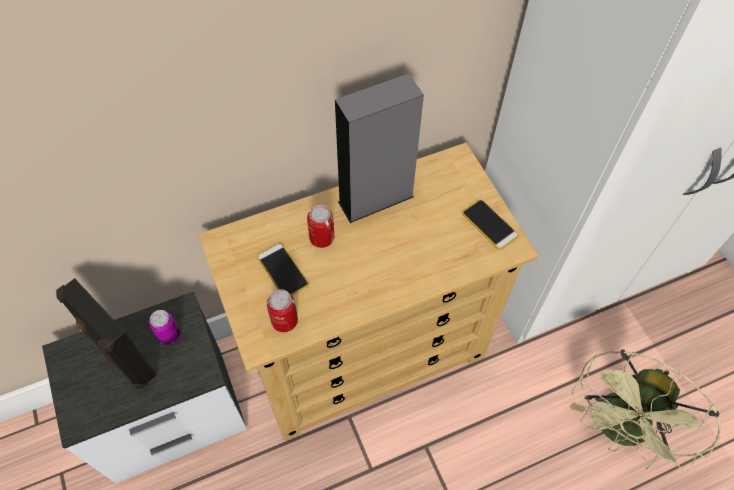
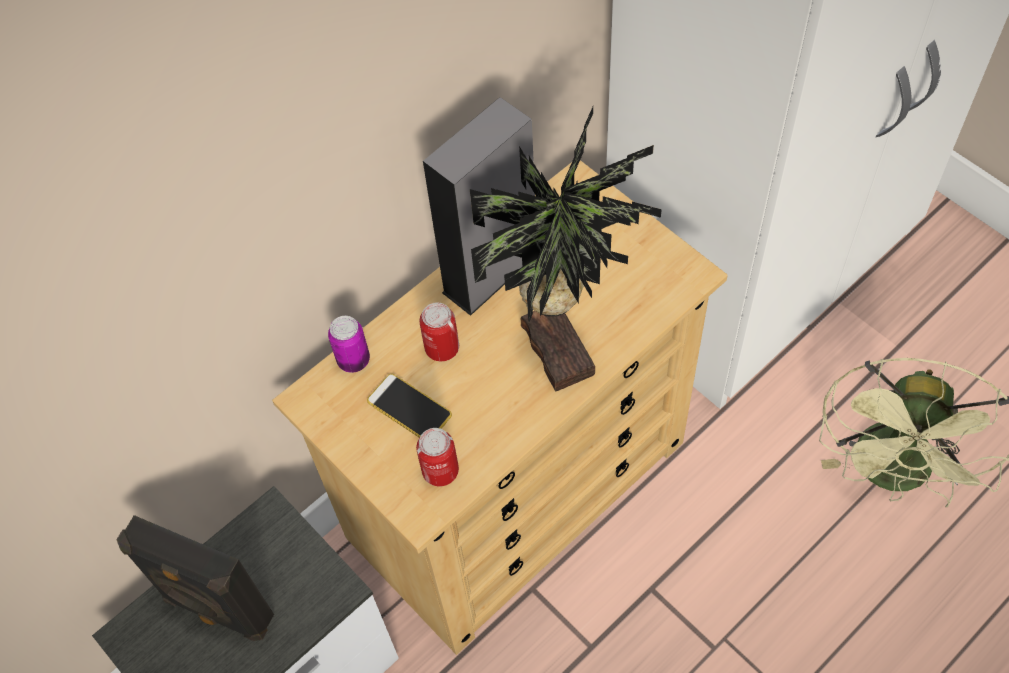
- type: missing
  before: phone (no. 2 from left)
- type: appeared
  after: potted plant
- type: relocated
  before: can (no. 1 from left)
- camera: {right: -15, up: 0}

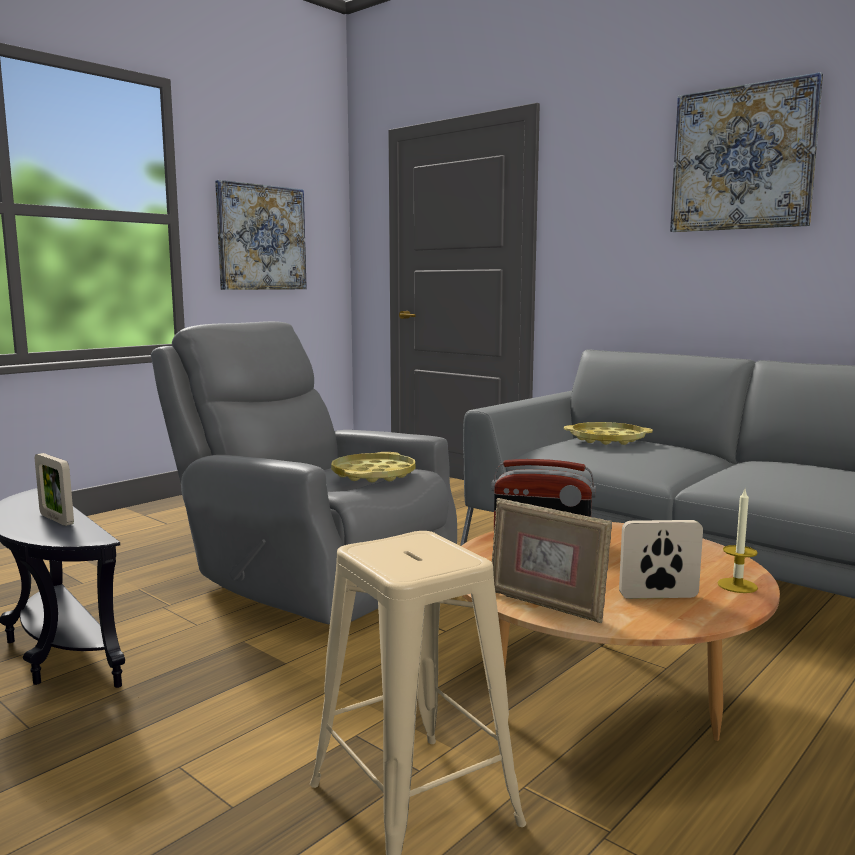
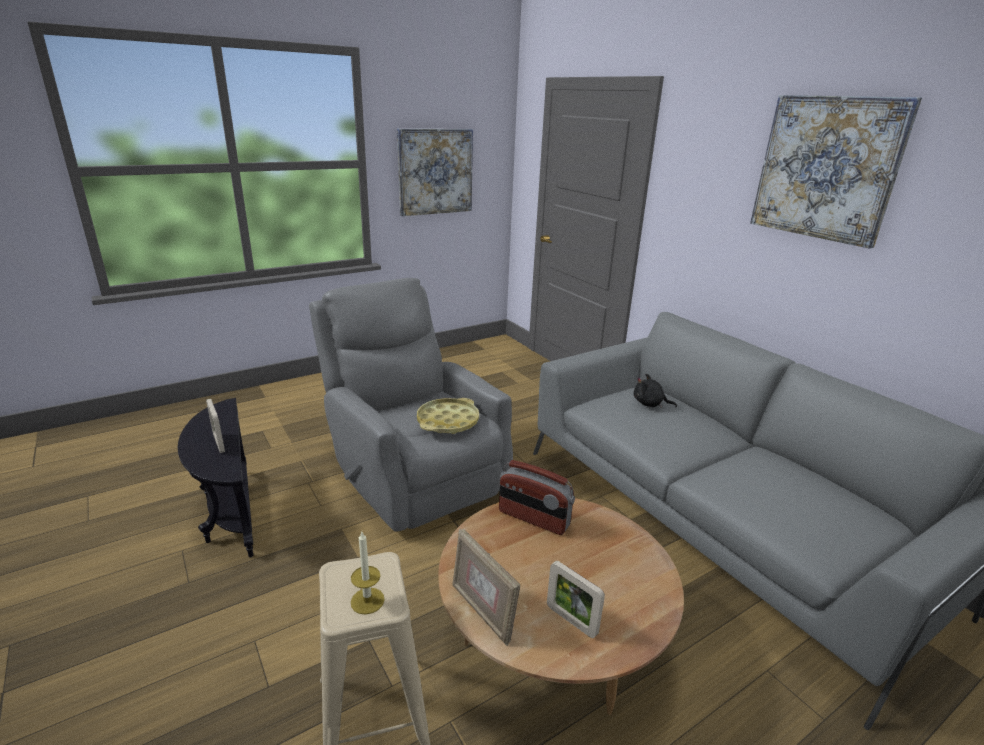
- type: relocated
  before: candle
- type: exchanged
  before: tray/yellow (no. 2 from left)
  after: plush toy/black
- type: spun
  before: picture frame (no. 3 from left)
  turn: -150
- camera: {right: 15, up: 15}

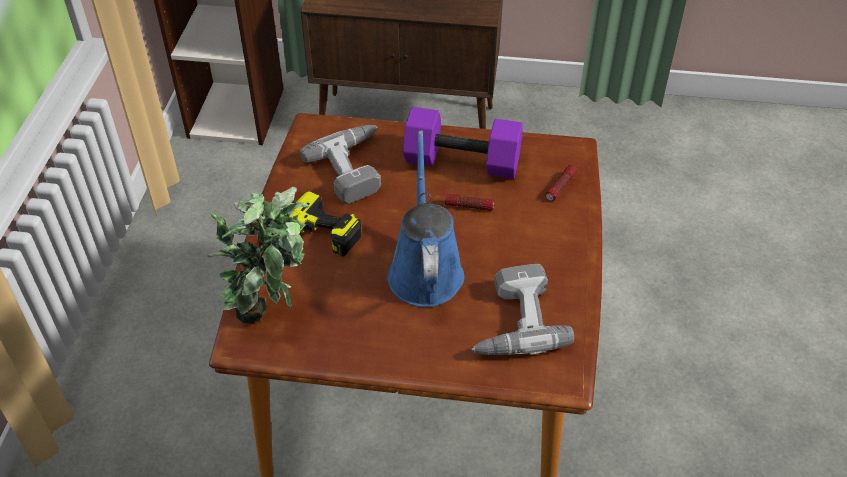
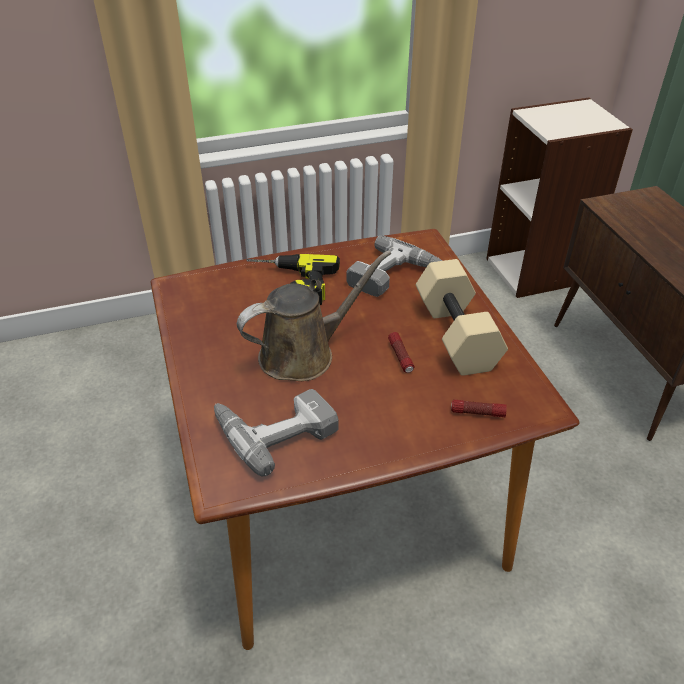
- type: missing
  before: potted plant
- type: colour
  before: watering can/blue
  after: watering can/brown
- type: colour
  before: dumbbell/purple
  after: dumbbell/beige
- camera: {right: 65, up: -5}

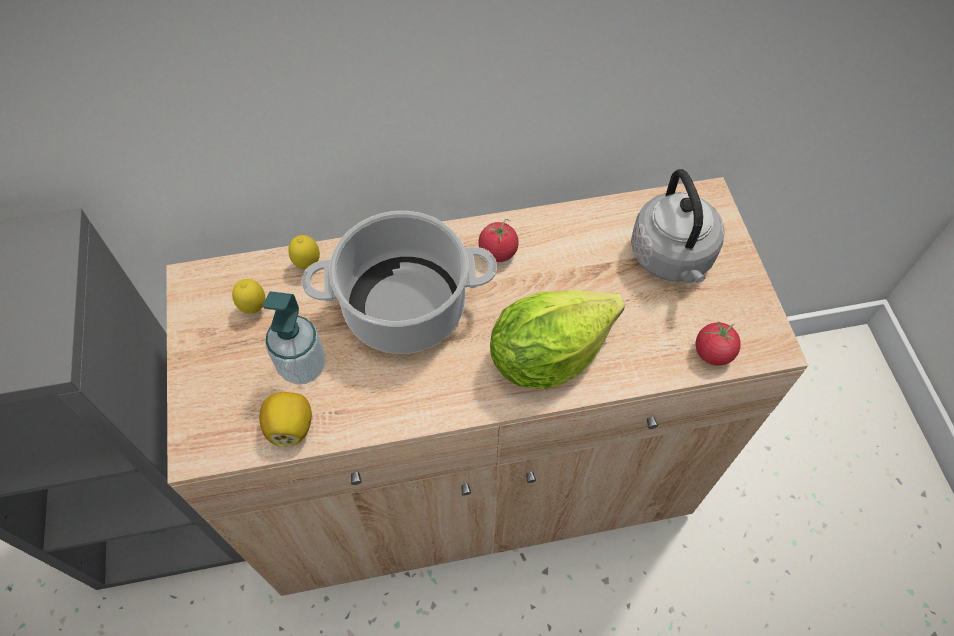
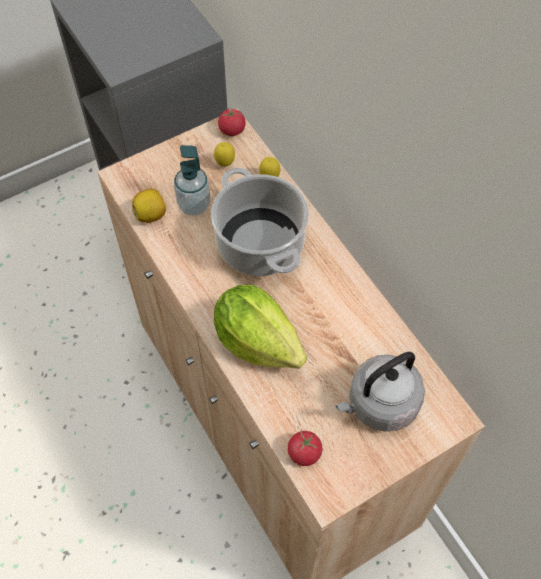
- type: relocated
  before: tomato (no. 1 from left)
- camera: {right: 70, up: 0}

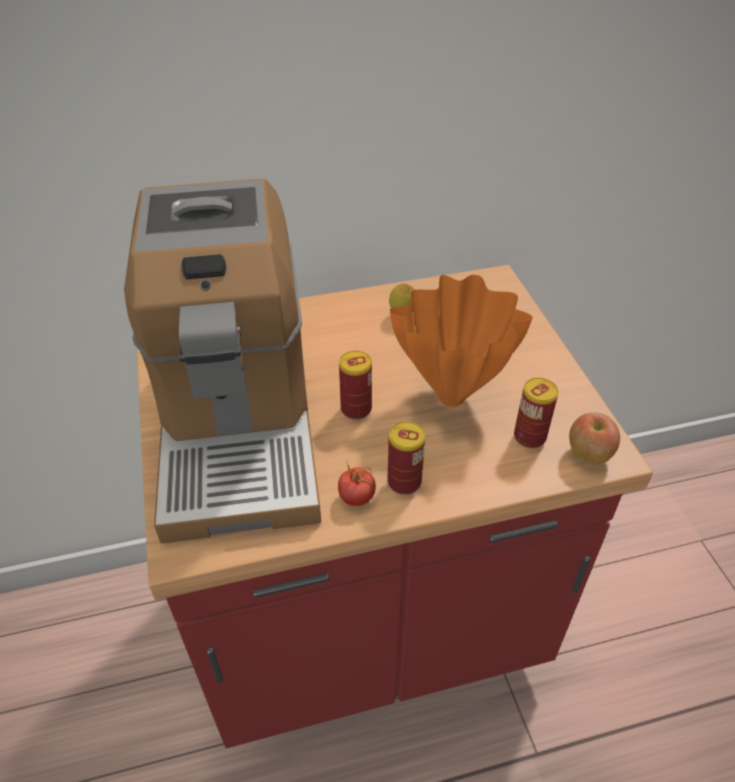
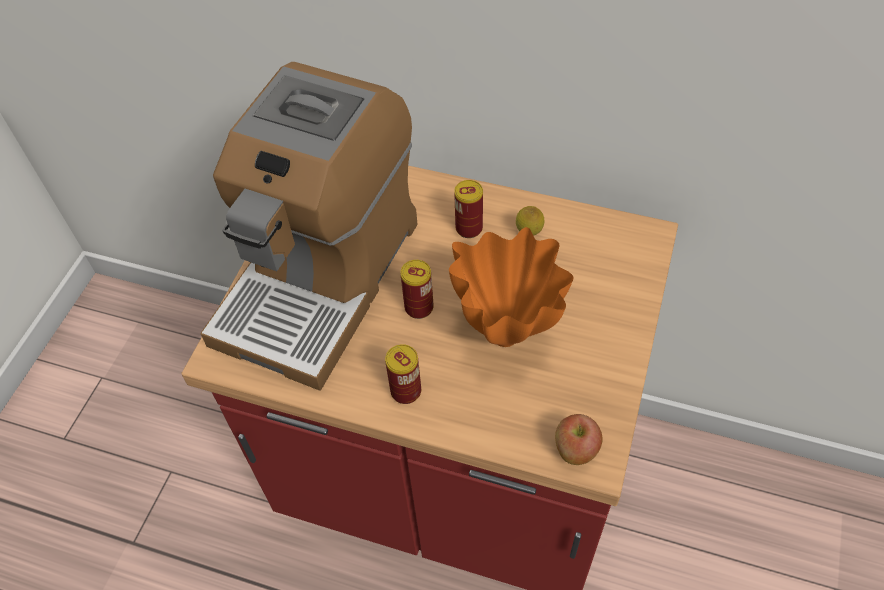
- type: missing
  before: tomato
- type: relocated
  before: can (no. 3 from left)
- camera: {right: 35, up: 10}

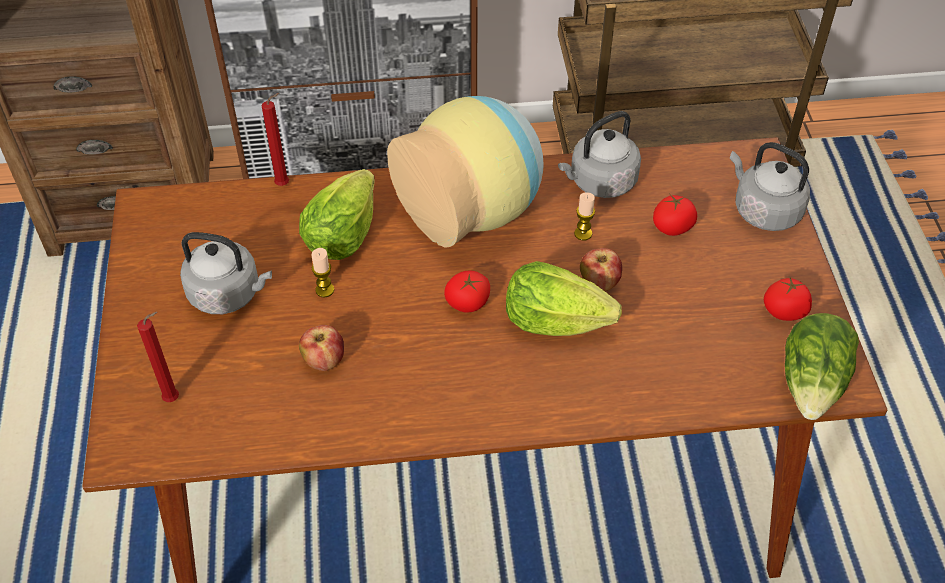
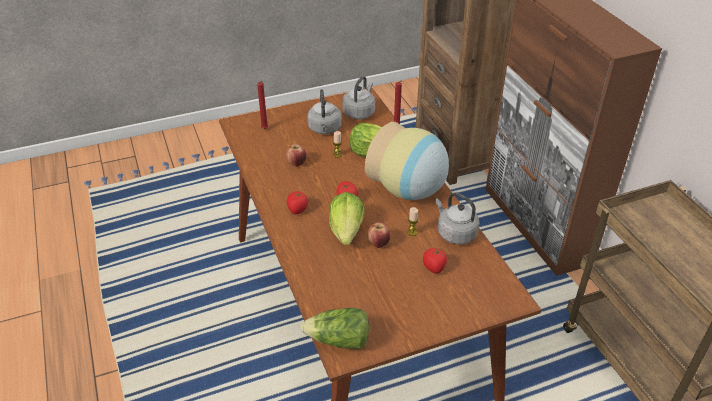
- type: relocated
  before: kettle/grey (no. 3 from left in the first image)
  after: kettle/grey (no. 2 from left)
- type: relocated
  before: tomato (no. 3 from left in the first image)
  after: tomato (no. 1 from left)
- camera: {right: 75, up: -10}

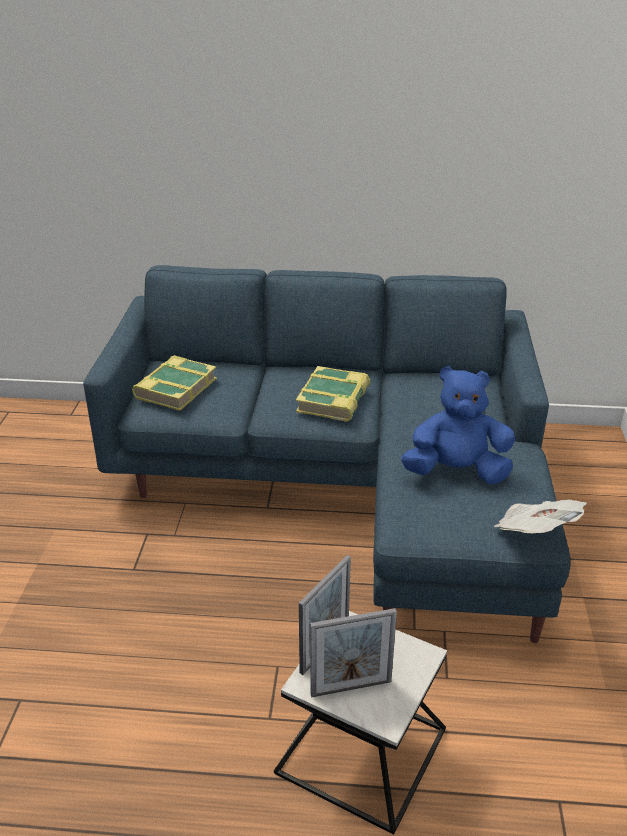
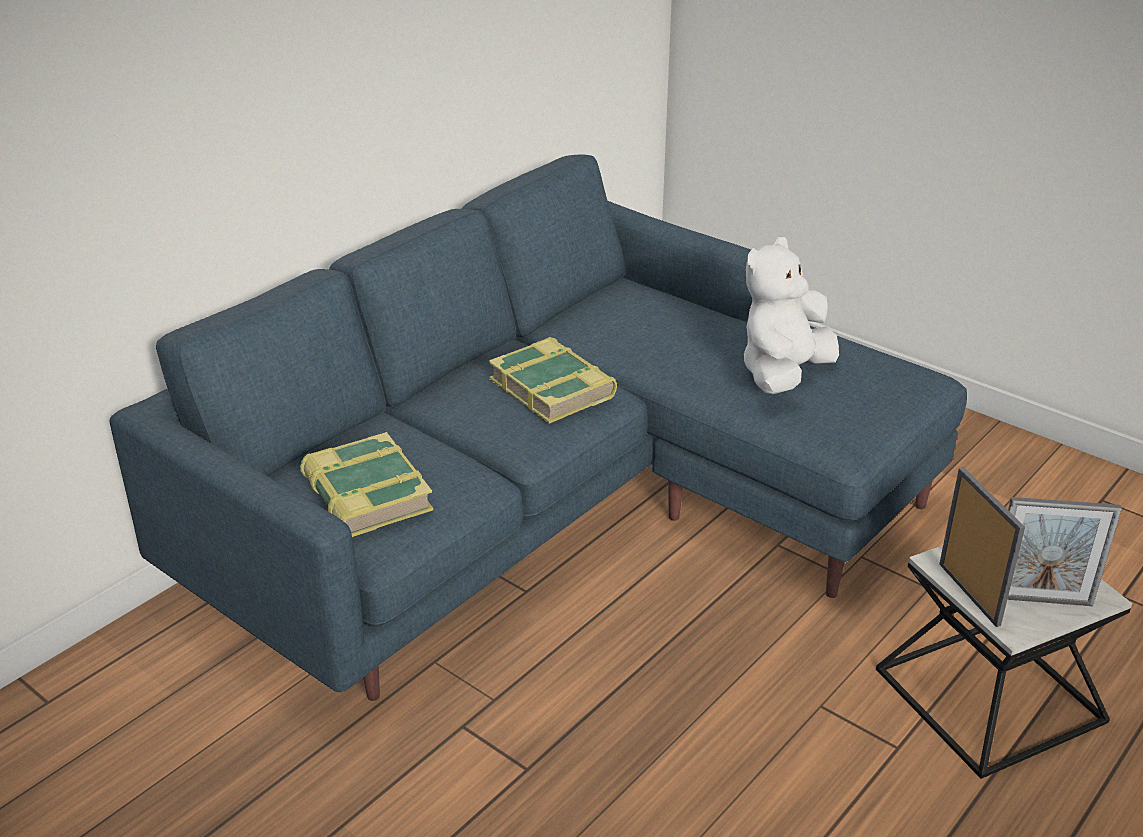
- type: missing
  before: newspaper
- type: colour
  before: plush toy/blue
  after: plush toy/white
- type: spun
  before: picture frame (no. 2 from left)
  turn: 75
- camera: {right: -55, up: 0}

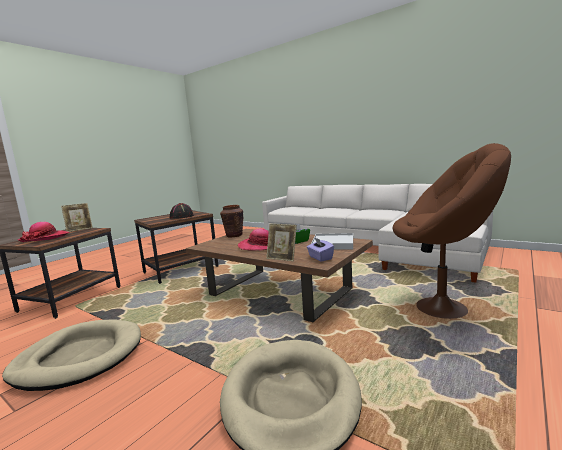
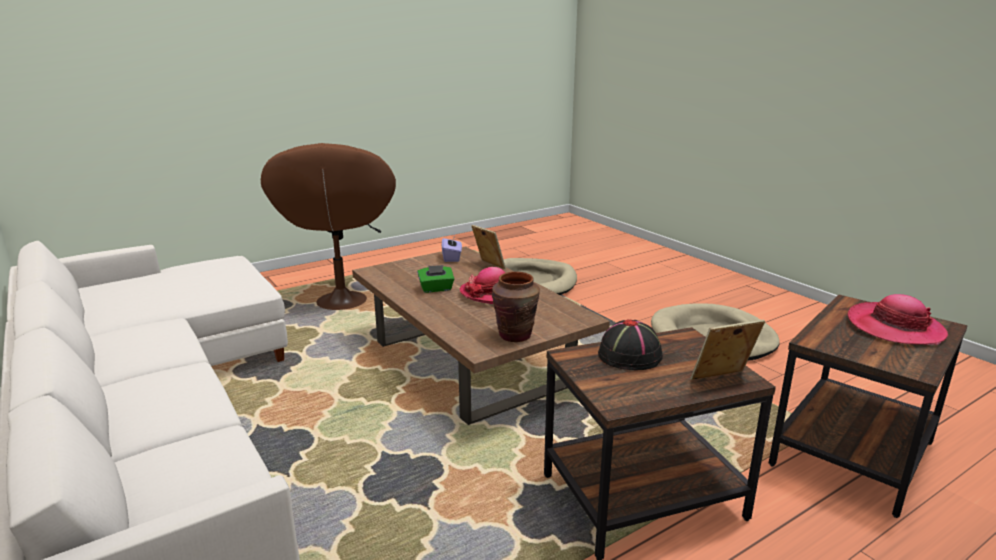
- type: missing
  before: tray/white
- type: relocated
  before: picture frame (no. 1 from left in the first image)
  after: picture frame (no. 2 from left)
- type: spun
  before: armchair/brown
  turn: -135
- camera: {right: -160, up: 10}

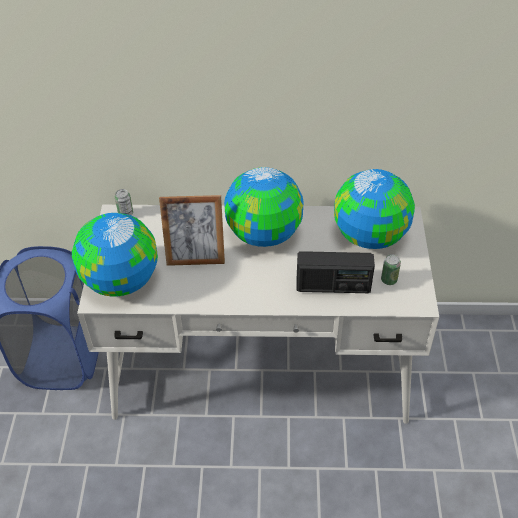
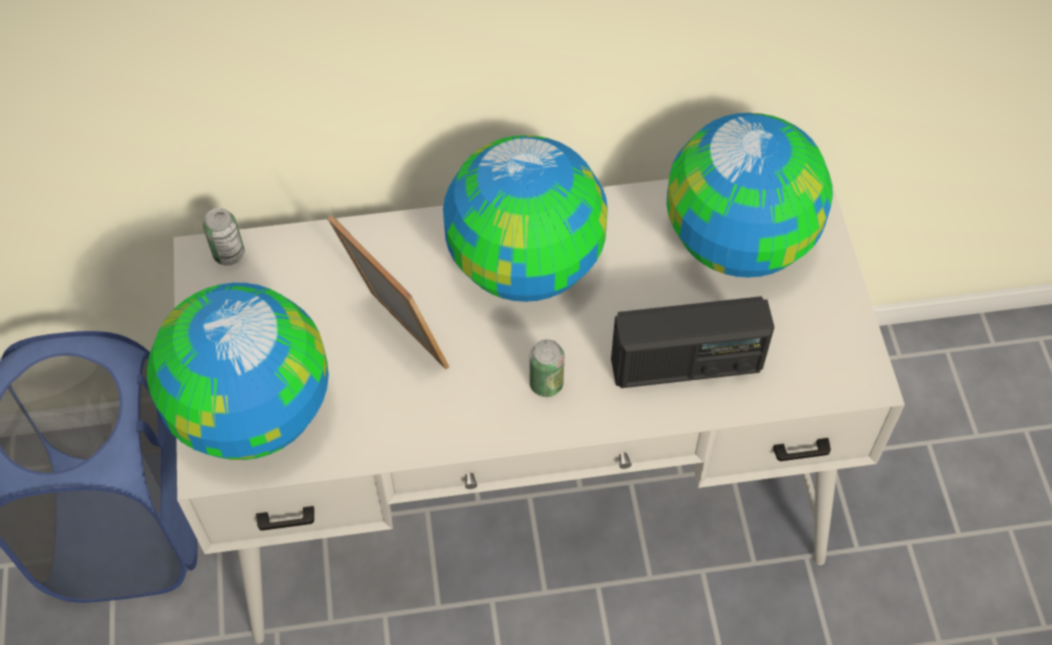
- type: relocated
  before: can (no. 2 from left)
- type: spun
  before: picture frame
  turn: -120
- camera: {right: -10, up: 10}

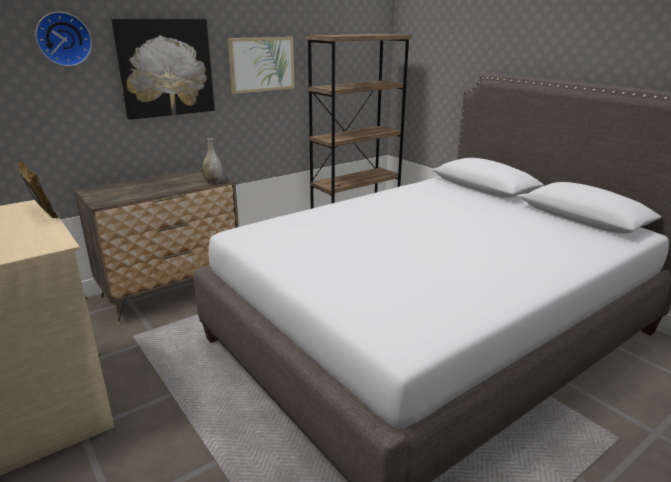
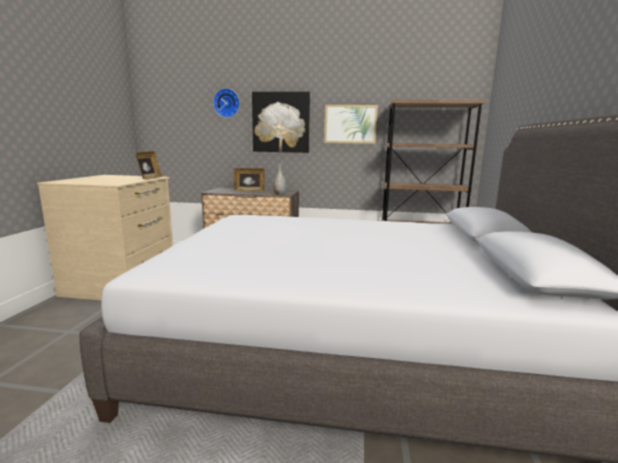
- type: appeared
  after: picture frame (no. 2 from left)
- camera: {right: 45, up: -10}

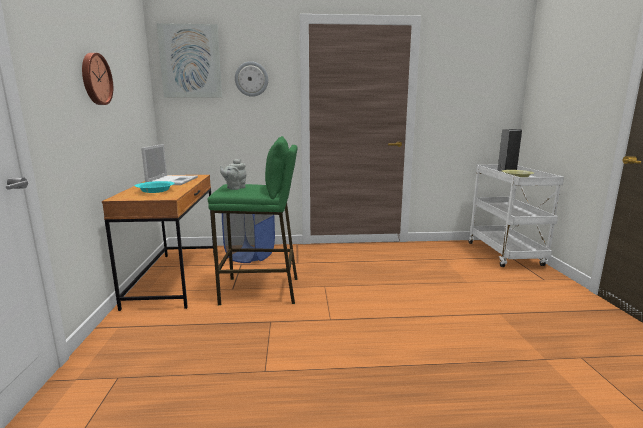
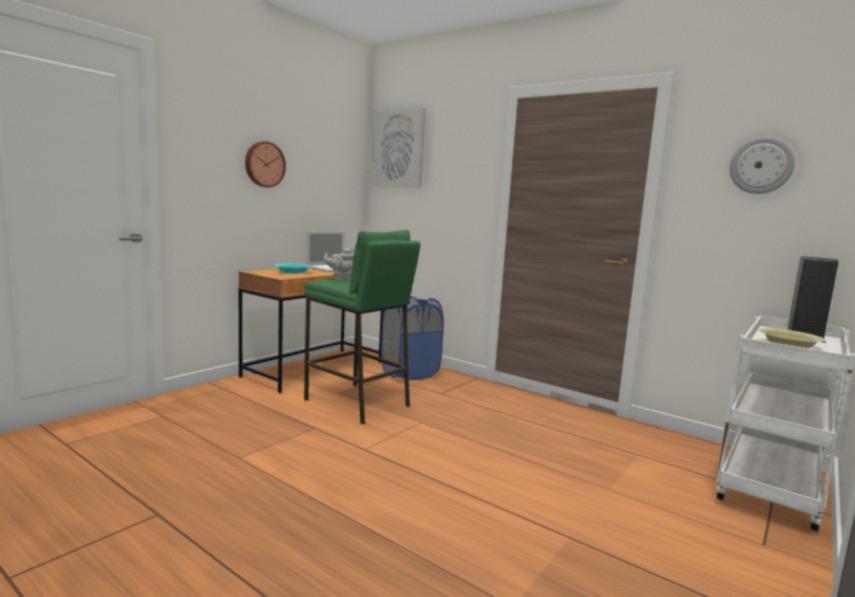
- type: relocated
  before: wall clock (no. 2 from left)
- camera: {right: 40, up: -5}

